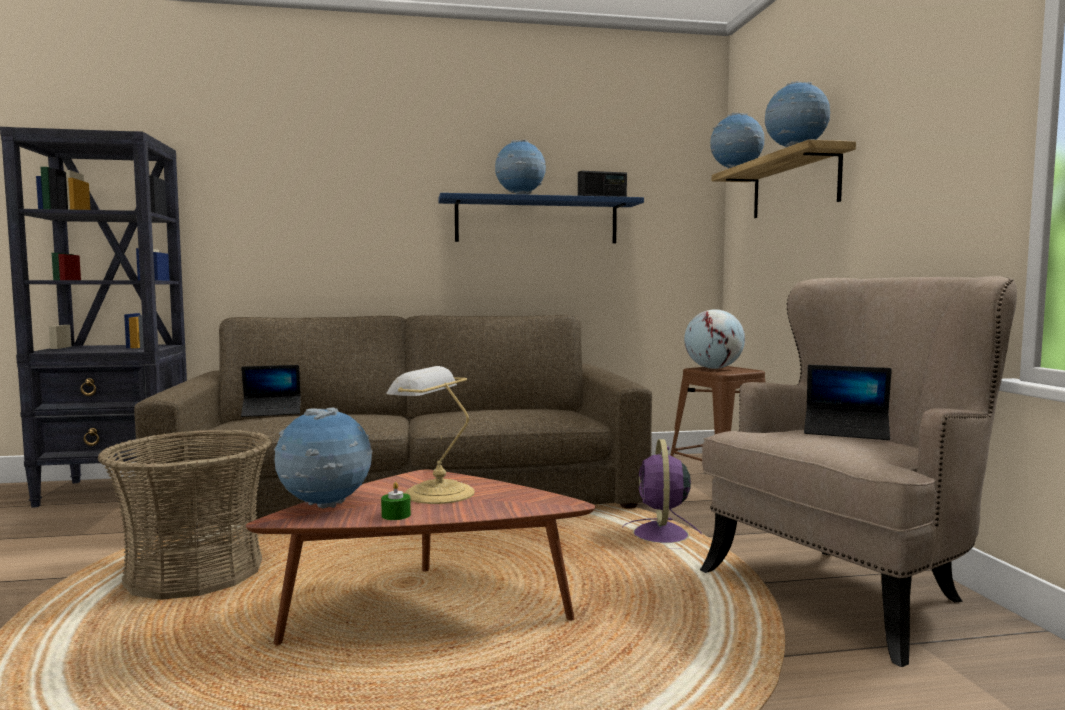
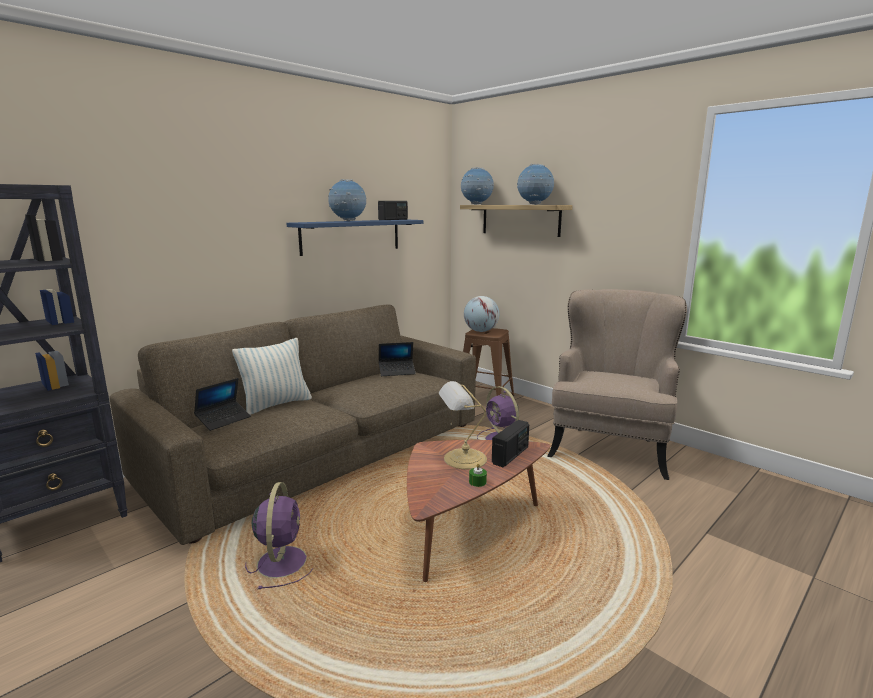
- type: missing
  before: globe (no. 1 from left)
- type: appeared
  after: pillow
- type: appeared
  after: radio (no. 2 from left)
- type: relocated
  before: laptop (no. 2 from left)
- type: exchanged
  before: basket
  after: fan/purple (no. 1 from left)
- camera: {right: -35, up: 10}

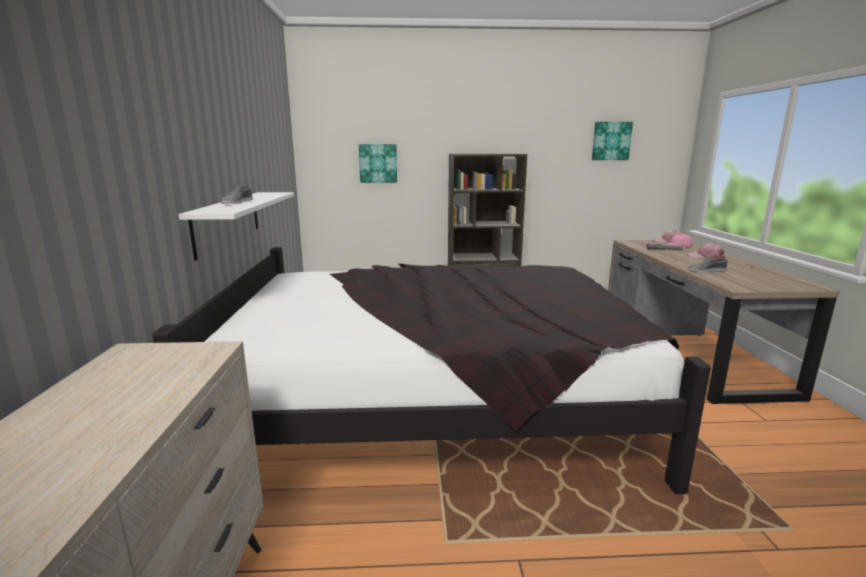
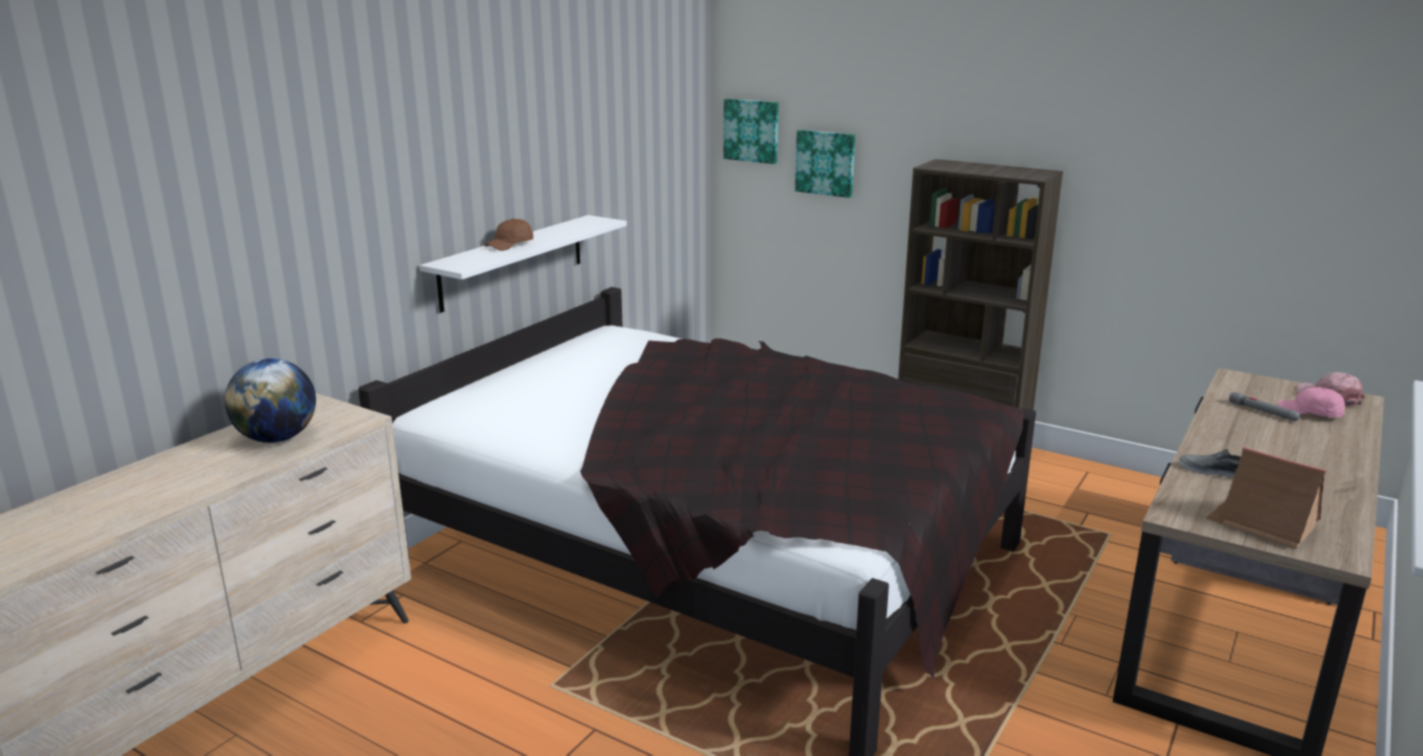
- type: missing
  before: cap/pink (no. 3 from left)
- type: appeared
  after: globe
- type: appeared
  after: toy house
- type: relocated
  before: picture (no. 2 from left in the first image)
  after: picture (no. 1 from left)
- type: exchanged
  before: shoe/grey (no. 1 from left)
  after: cap/brown
- camera: {right: 35, up: 5}

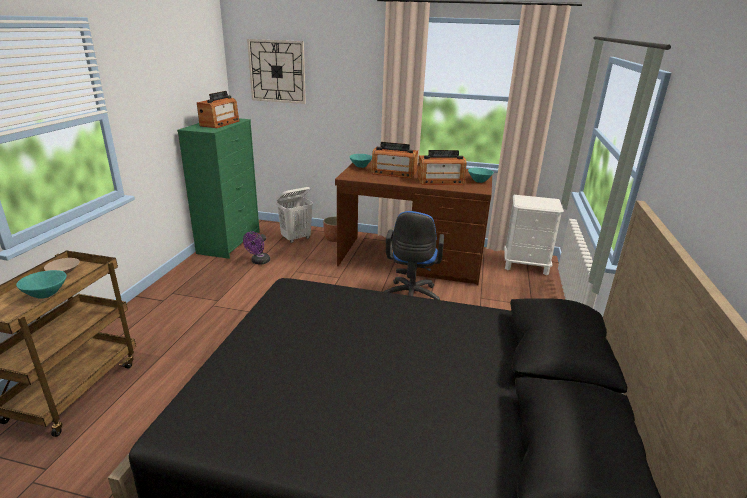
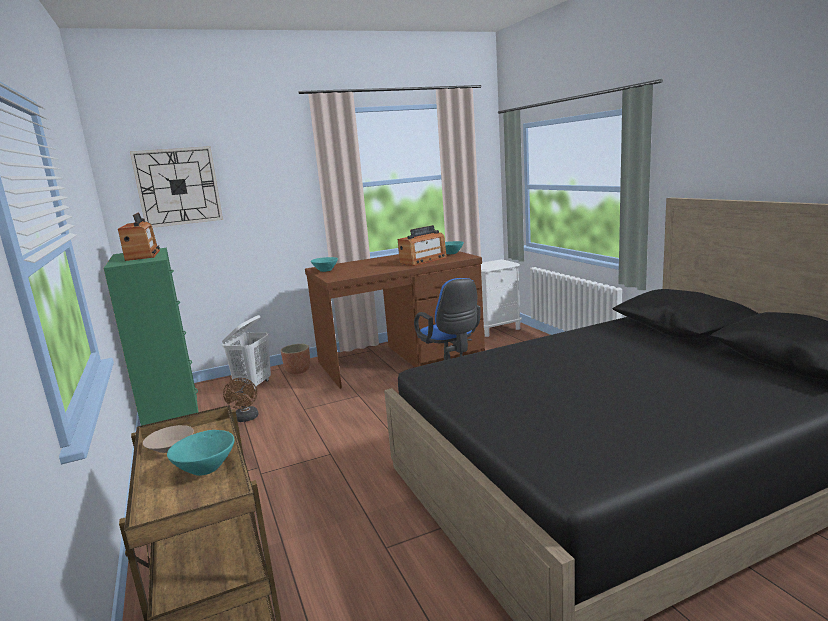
- type: missing
  before: radio (no. 2 from left)
- type: colour
  before: fan/purple
  after: fan/brown
- camera: {right: -35, up: -10}

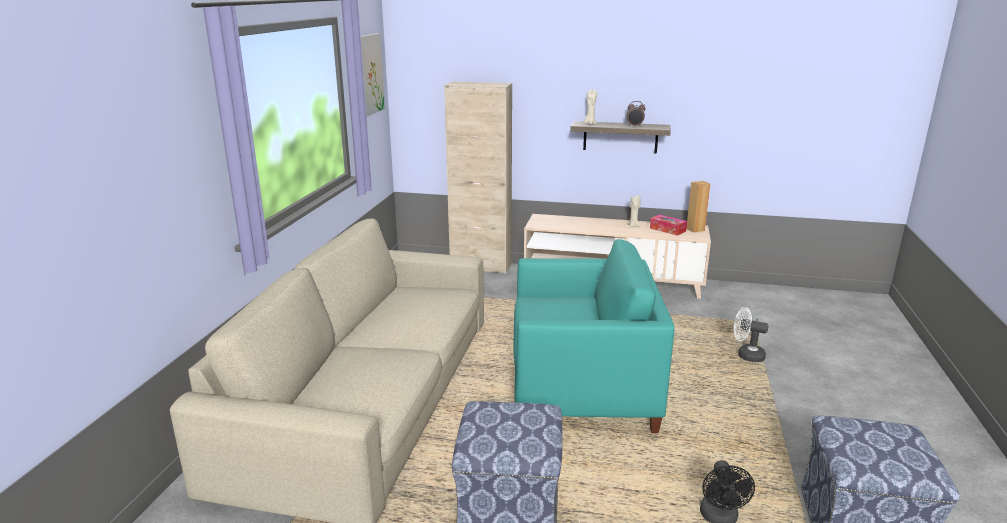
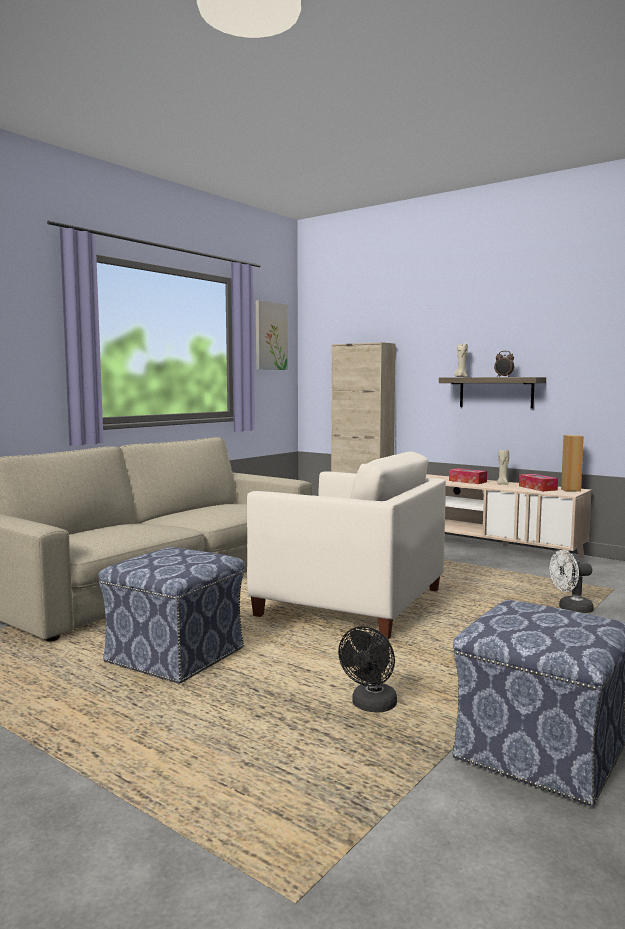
- type: appeared
  after: tissue box (no. 1 from left)
- type: colour
  before: armchair/turquoise
  after: armchair/white
- type: spun
  before: fan/white
  turn: -60
- camera: {right: 25, up: -15}

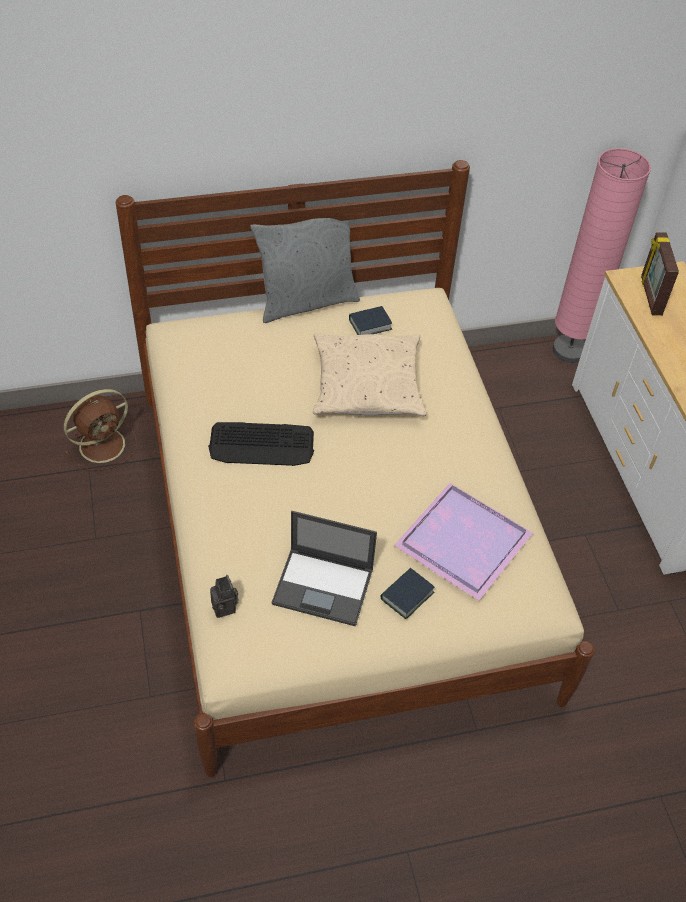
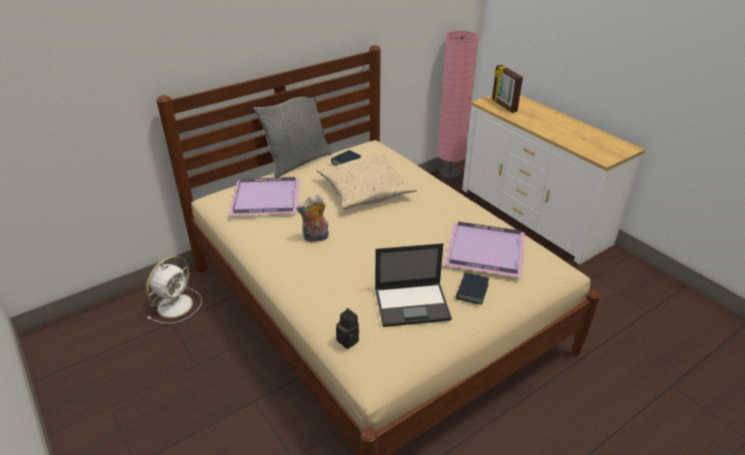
- type: appeared
  after: tray/purple (no. 1 from left)
- type: exchanged
  before: keyboard
  after: plush toy
- type: colour
  before: fan/brown
  after: fan/white
- camera: {right: -20, up: -15}

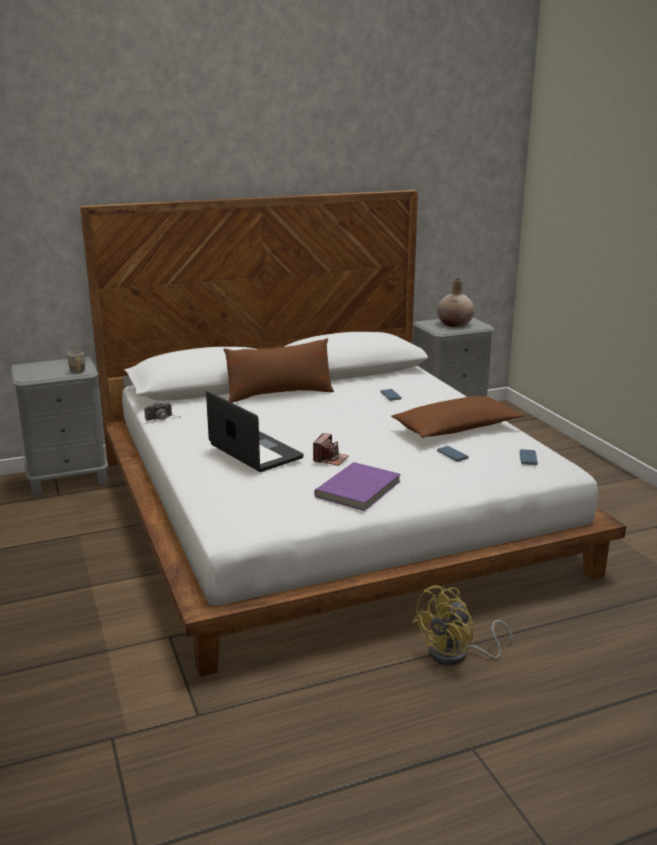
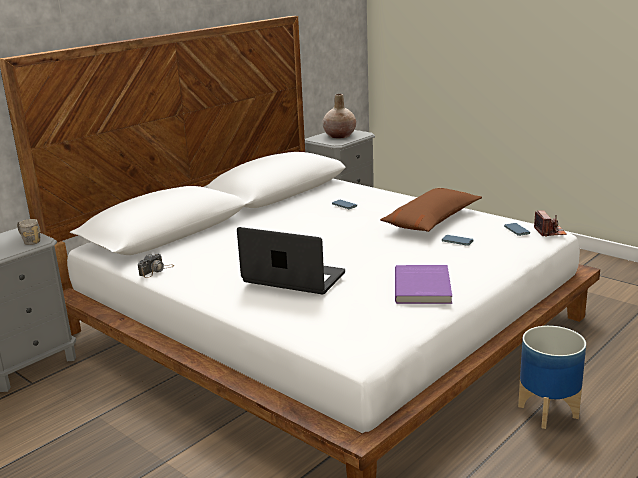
- type: missing
  before: pillow/brown (no. 1 from left)
- type: relocated
  before: photo camera (no. 2 from left)
- type: exchanged
  before: fan/yellow
  after: planter
- camera: {right: -25, up: 0}

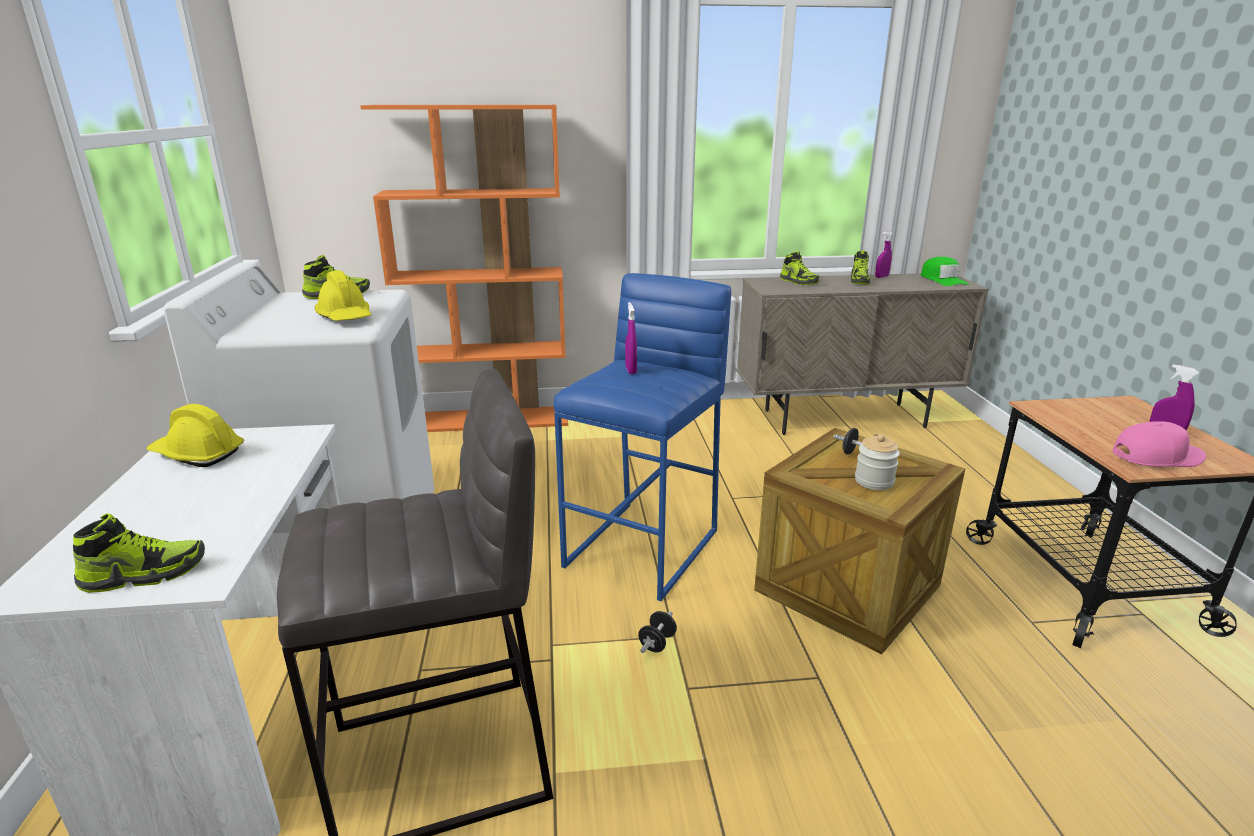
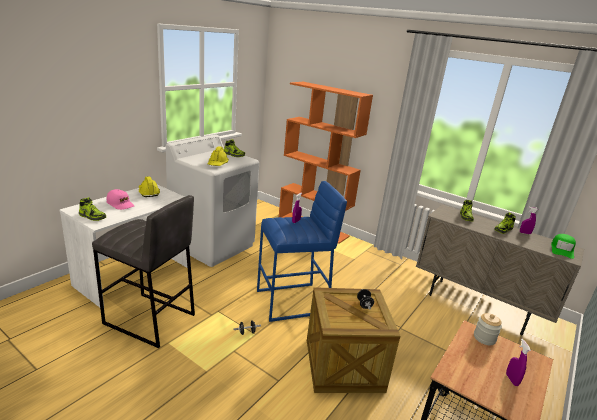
- type: relocated
  before: jar
- type: relocated
  before: cap/pink
- camera: {right: 40, up: 0}

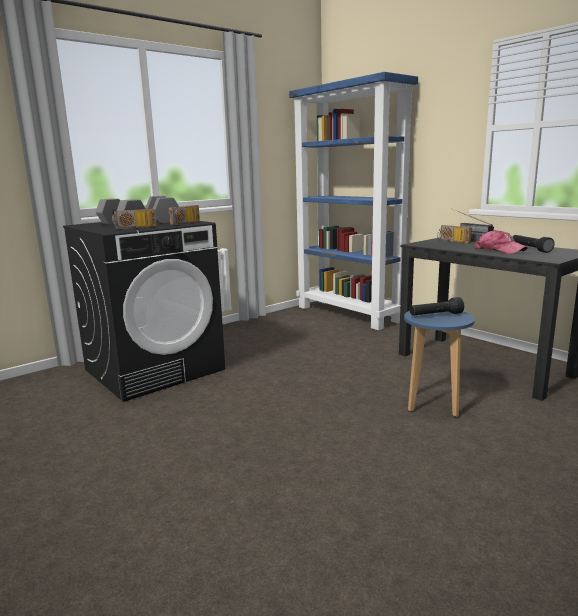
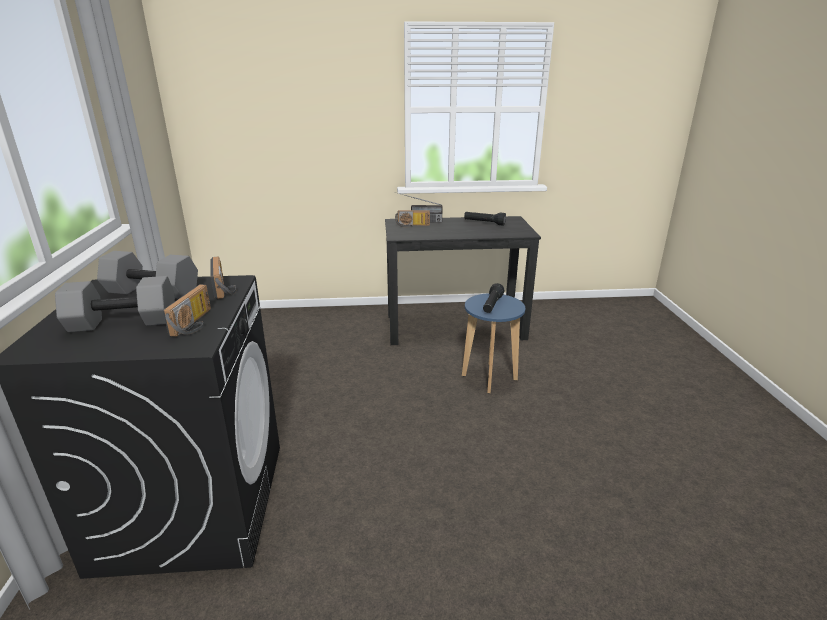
- type: missing
  before: bookcase/blue
- type: missing
  before: cap
- camera: {right: -55, up: 10}

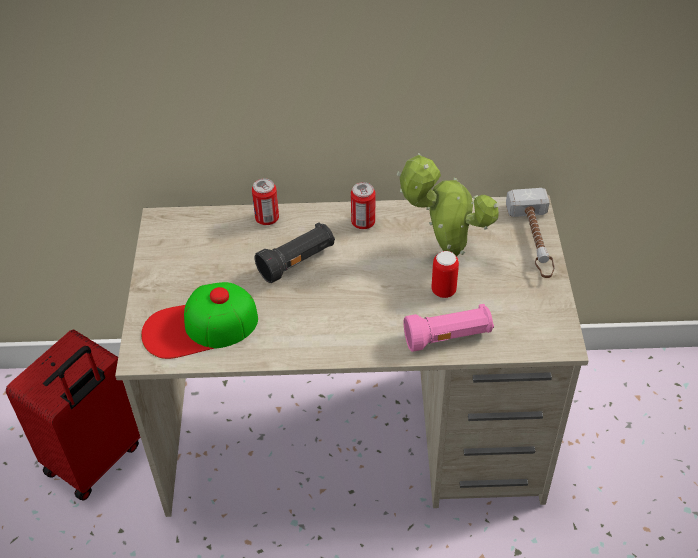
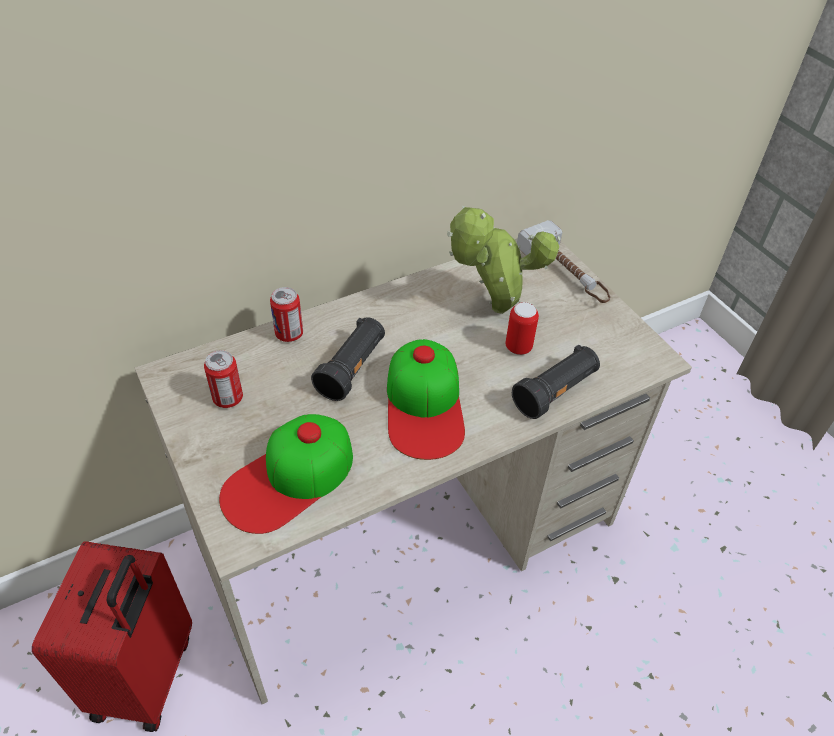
- type: appeared
  after: cap (no. 2 from left)
- type: relocated
  before: can (no. 2 from left in the first image)
  after: can (no. 1 from left)
- type: colour
  before: flashlight/pink
  after: flashlight/black (no. 2 from left)
- camera: {right: -30, up: 0}

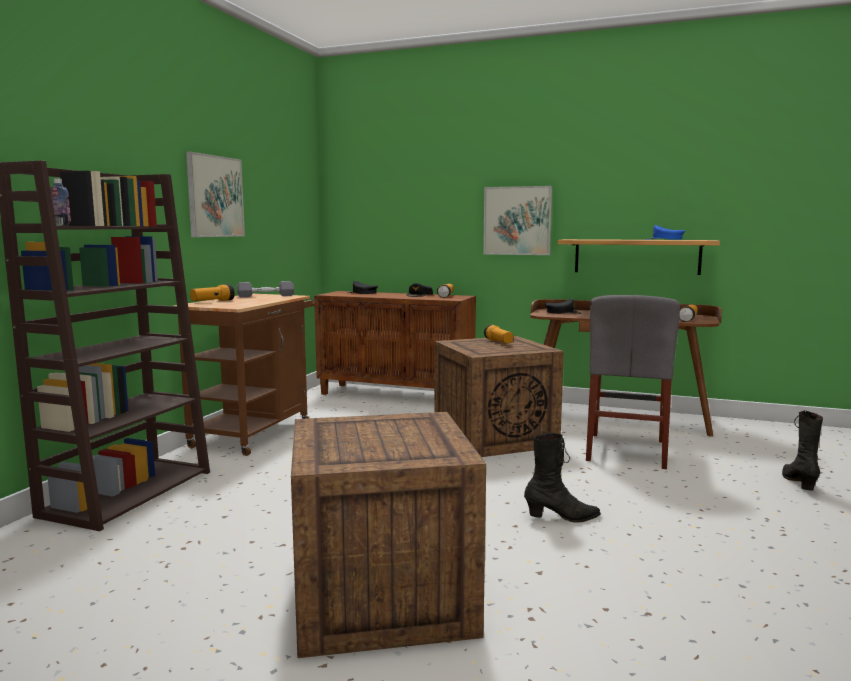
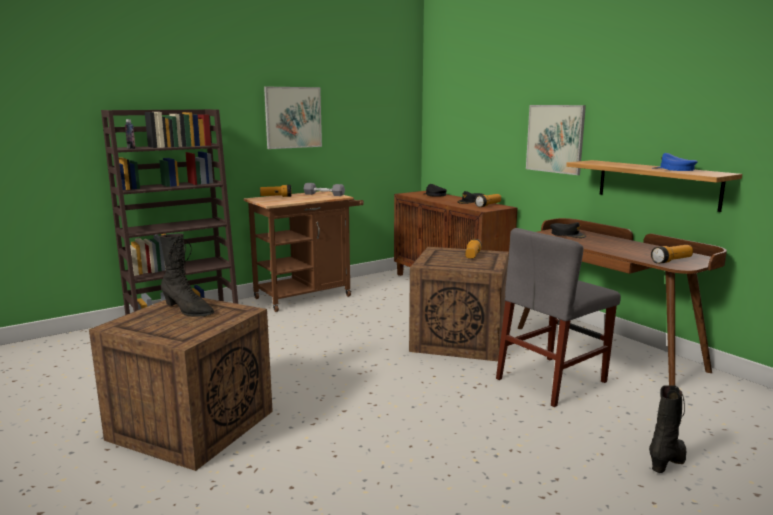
- type: relocated
  before: boot/black (no. 1 from left)
- camera: {right: 35, up: 5}

